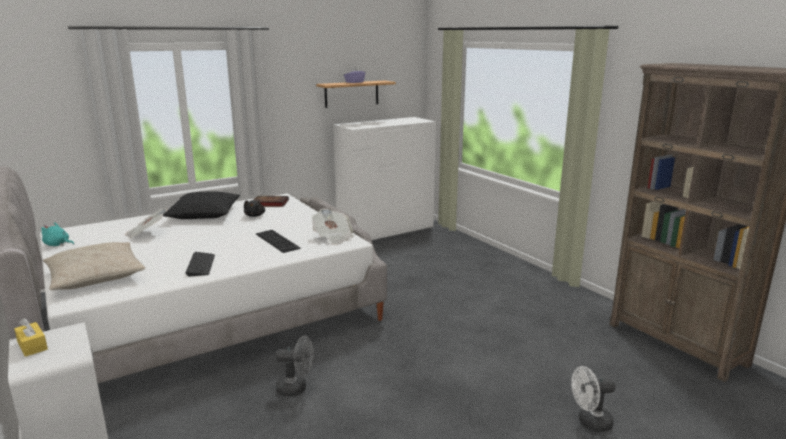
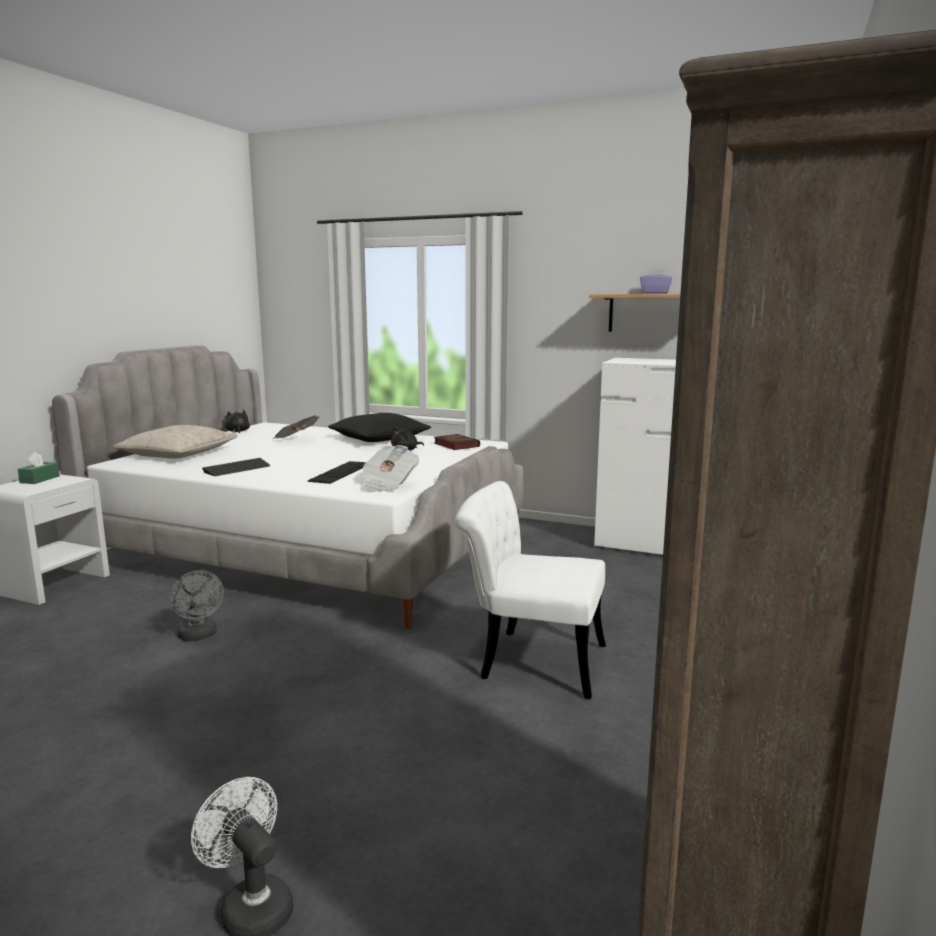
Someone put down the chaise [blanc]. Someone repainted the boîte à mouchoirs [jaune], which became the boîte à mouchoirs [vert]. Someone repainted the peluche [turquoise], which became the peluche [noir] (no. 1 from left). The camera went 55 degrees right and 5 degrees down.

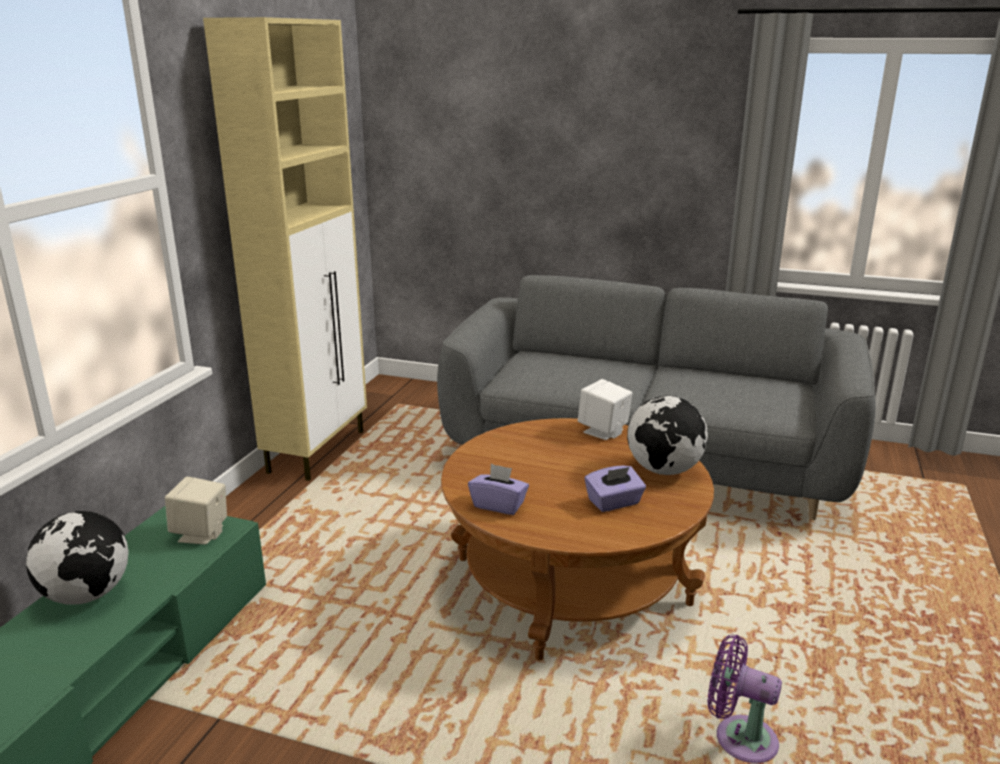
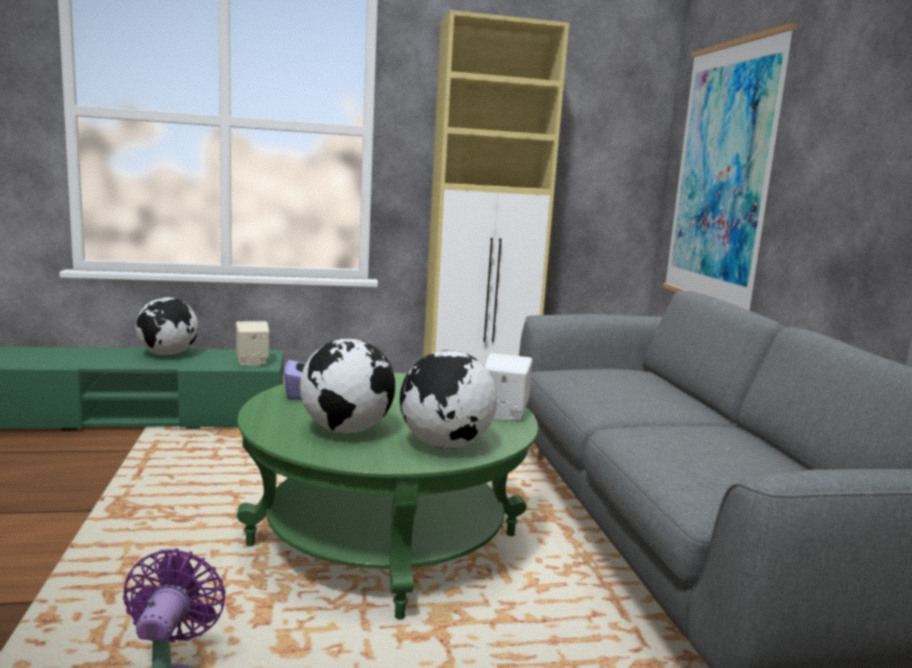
Someone put up the tableau. Someone swapped the boîte à mouchoirs [violet] (no. 2 from left) for the globe (no. 2 from left). Someone repainted the table basse [marron], which became the table basse [vert]. The camera went 60 degrees right and 10 degrees down.

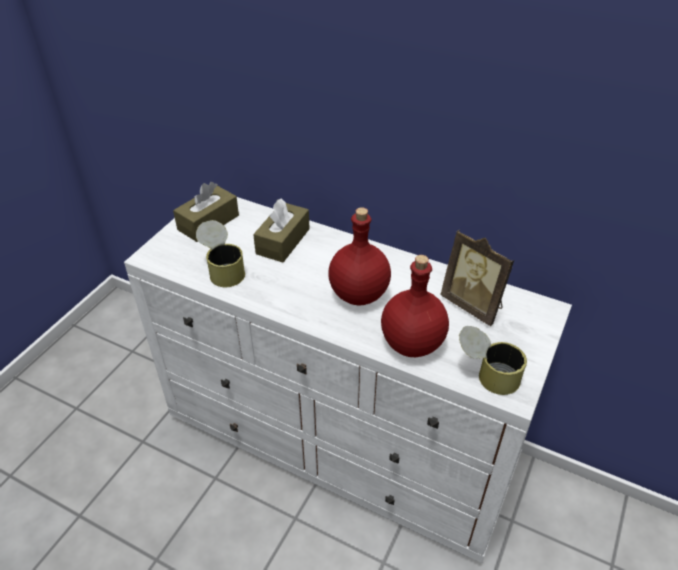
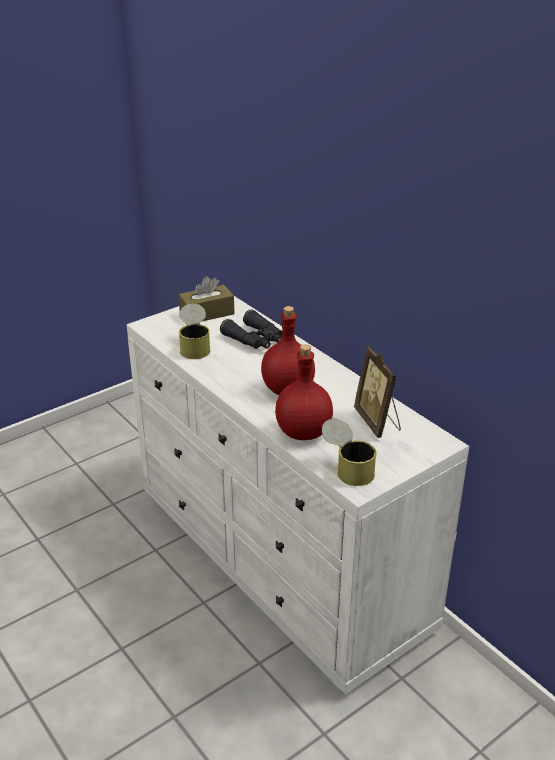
Someone swapped the boîte à mouchoirs [marron] (no. 2 from left) for the jumelles [noir]. The camera went 25 degrees right and 10 degrees down.

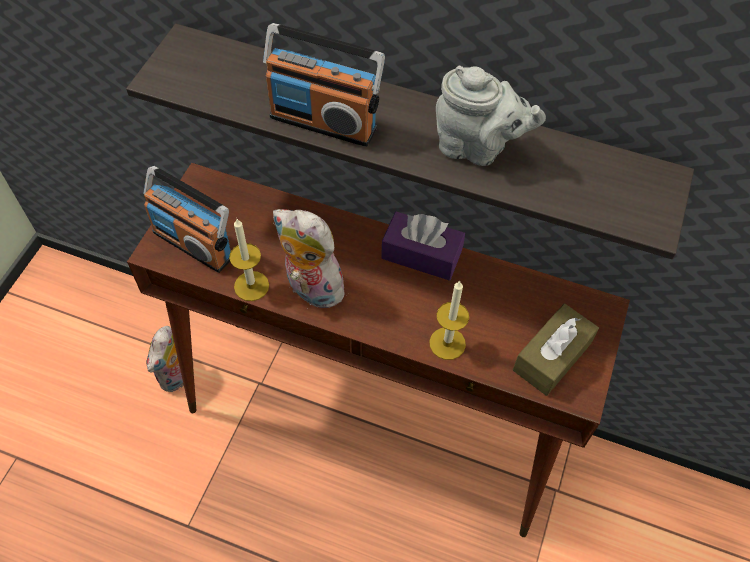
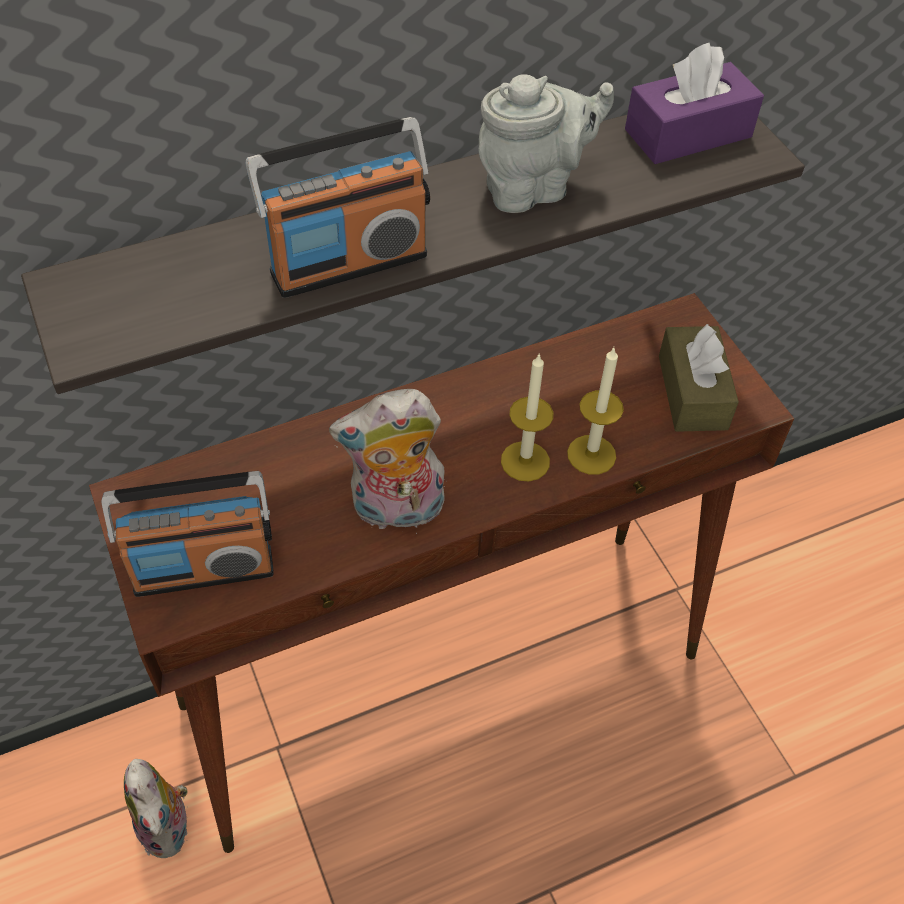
Someone carried the bougie (no. 1 from left). Someone carried the boîte à mouchoirs [violet]. The camera went 45 degrees left and 5 degrees down.

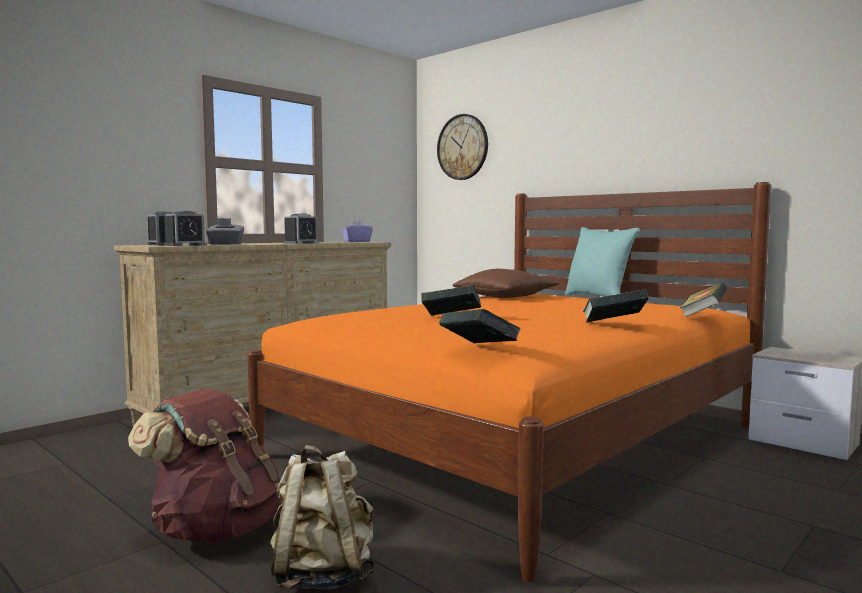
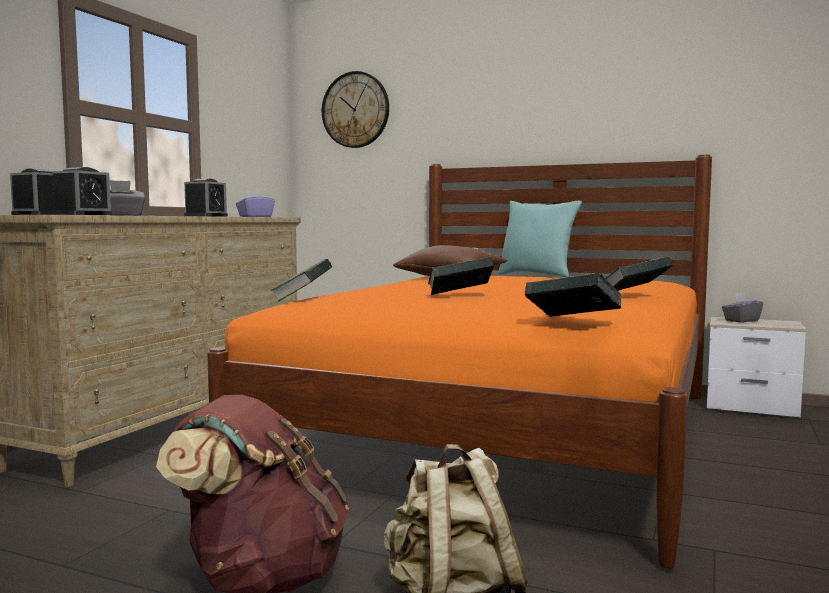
Someone put down the boîte à mouchoirs [gris] (no. 2 from left). Someone carried the livre (no. 4 from left in the first image). The camera went 20 degrees left and 0 degrees up.

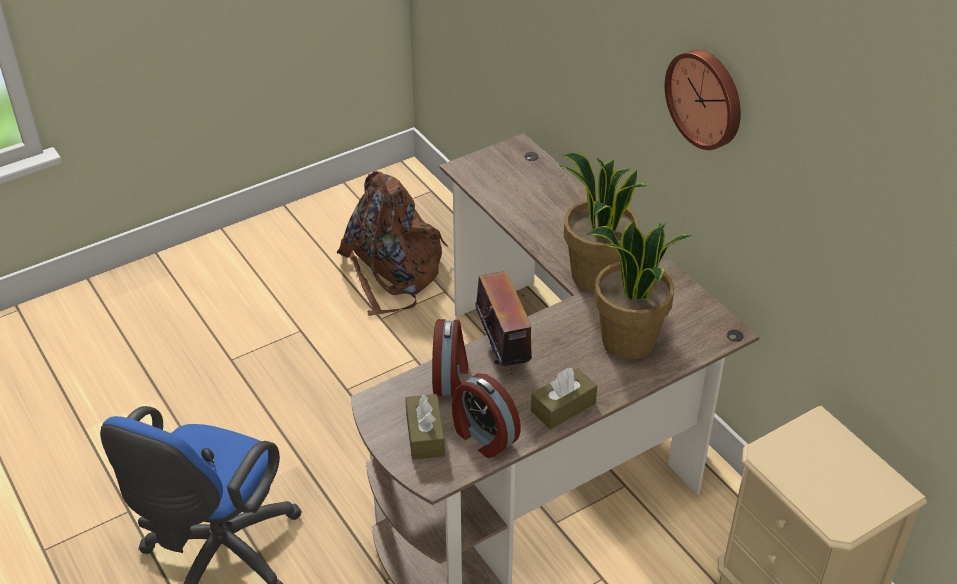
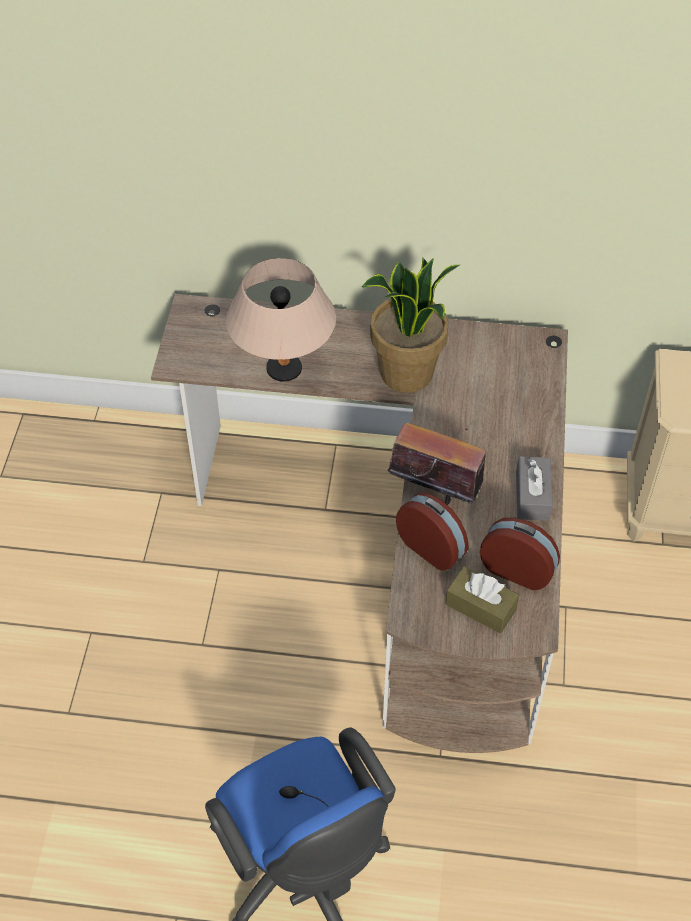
Someone took away the sac à dos [marron]. Someone took away the plante en pot (no. 2 from left). Someone took away the horloge murale. Someone put down the lampe de table [beige]. Someone repainted the boîte à mouchoirs [marron] (no. 2 from left), which became the boîte à mouchoirs [gris]. Someone rotated the réveil (no. 2 from left) by 150 degrees counterclockwise. The camera went 50 degrees left and 10 degrees up.

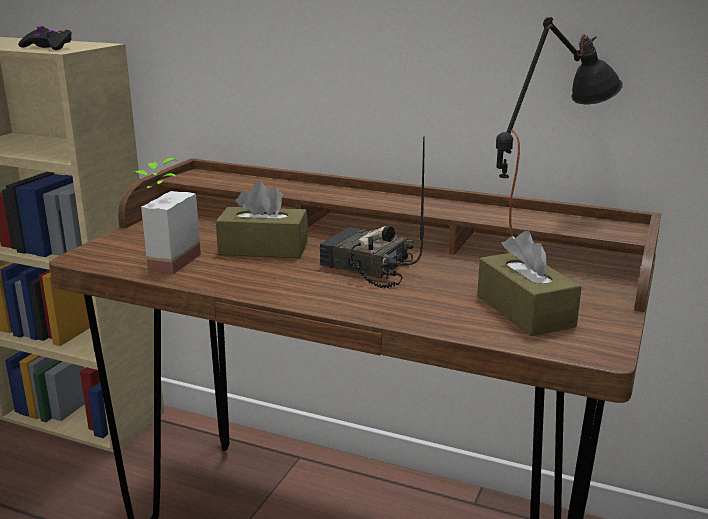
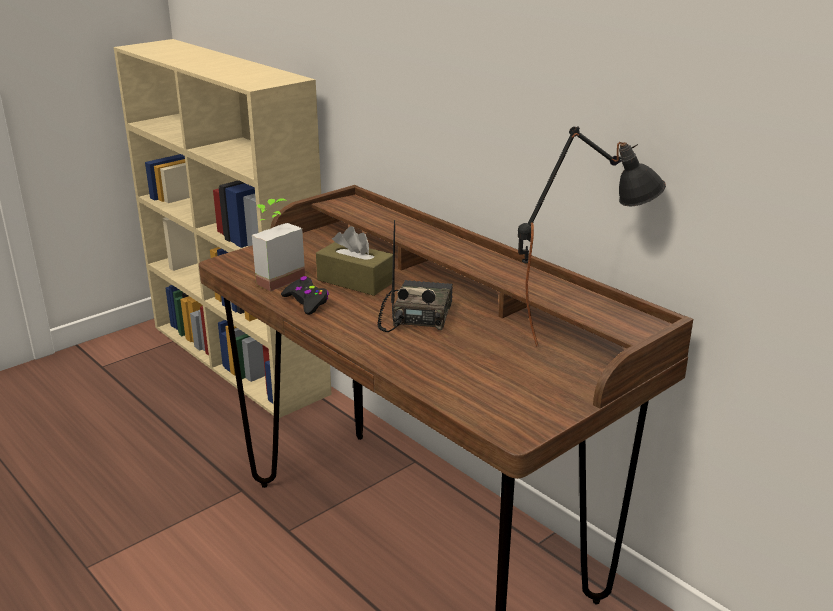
Someone took away the boîte à mouchoirs [marron] (no. 2 from left). Someone carried the manette [noir]. Someone rotated the radio by 45 degrees clockwise. The camera went 25 degrees right and 5 degrees up.

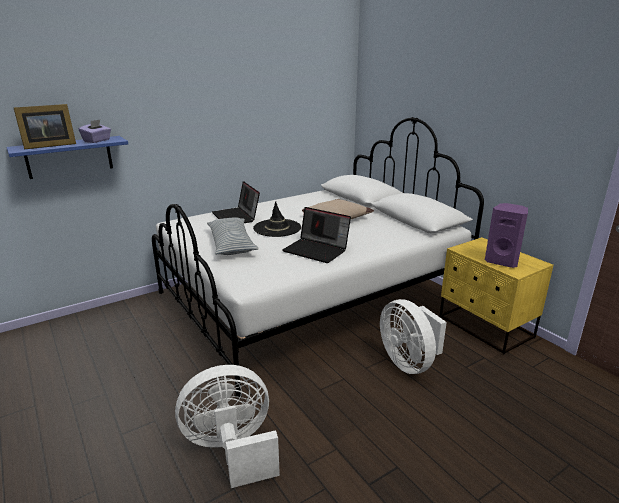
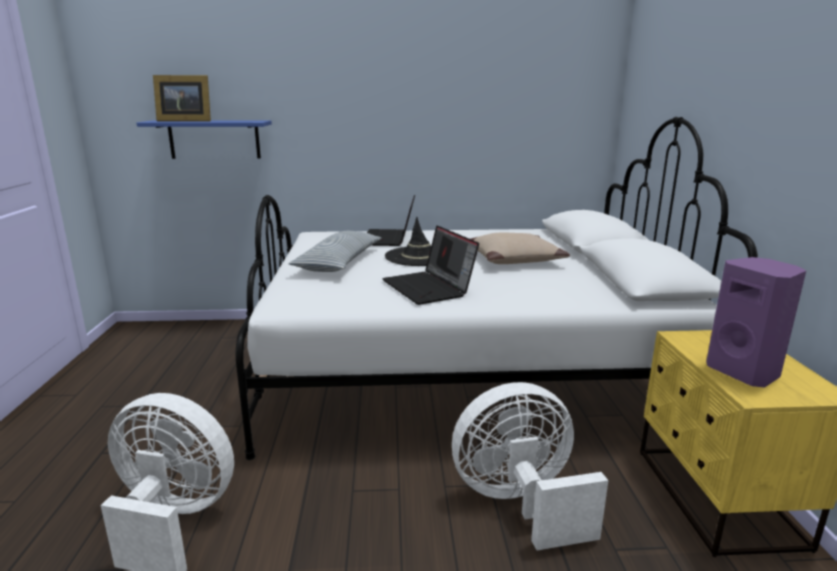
Someone took away the boîte à mouchoirs [violet]. Someone rotated the ventilateur [blanc] (no. 2 from left) by 75 degrees clockwise. The camera went 30 degrees right and 5 degrees down.

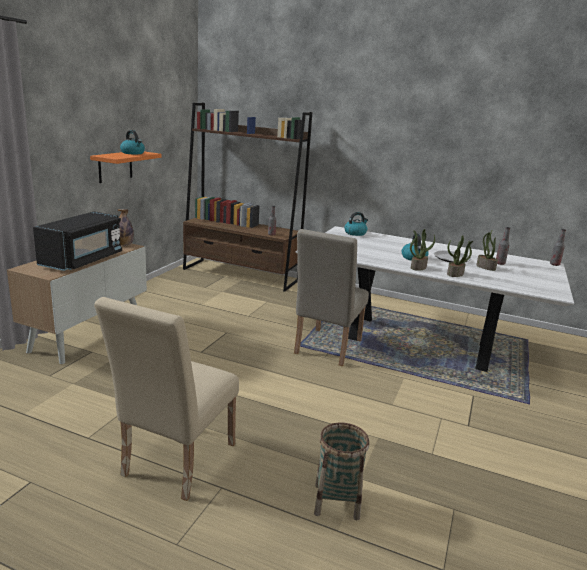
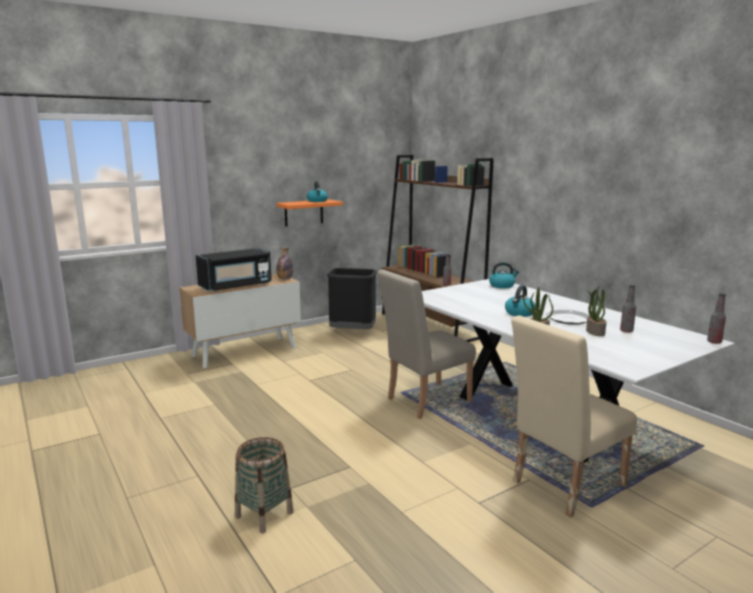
Someone took away the plante en pot (no. 1 from left). Someone put down the poubelle [noir]. Someone carried the chaise [beige] (no. 1 from left in the first image). The camera went 35 degrees right and 5 degrees down.

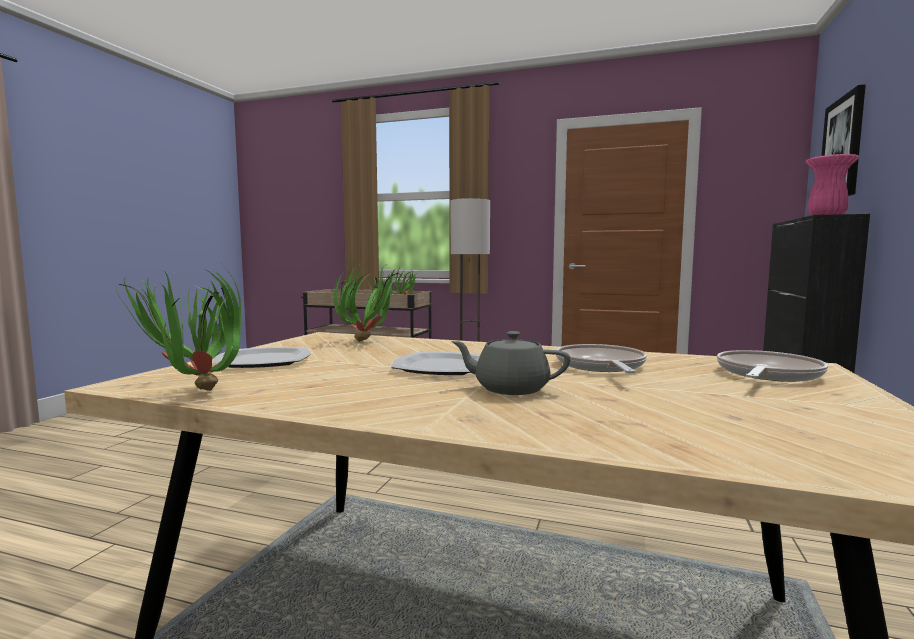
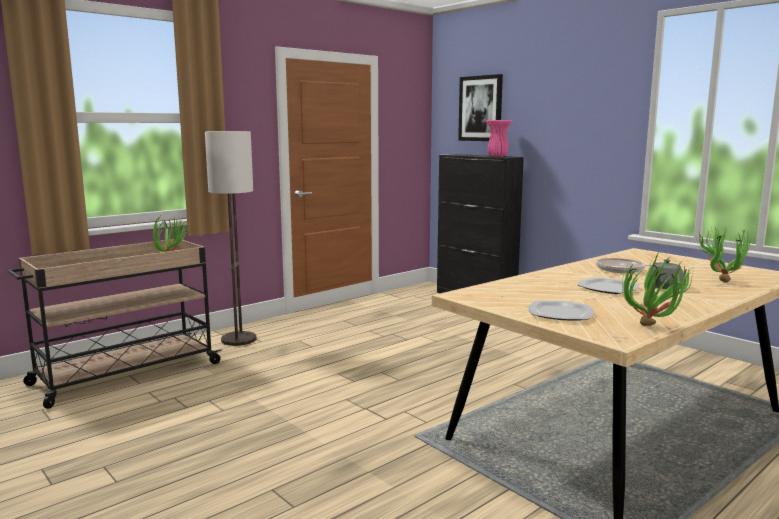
Someone took away the poêle (no. 2 from left). Someone carried the plante en pot (no. 2 from left in the first image). The camera went 60 degrees left and 5 degrees up.

